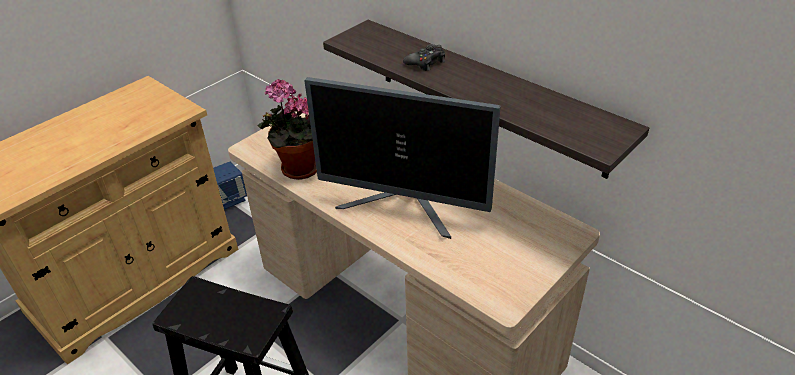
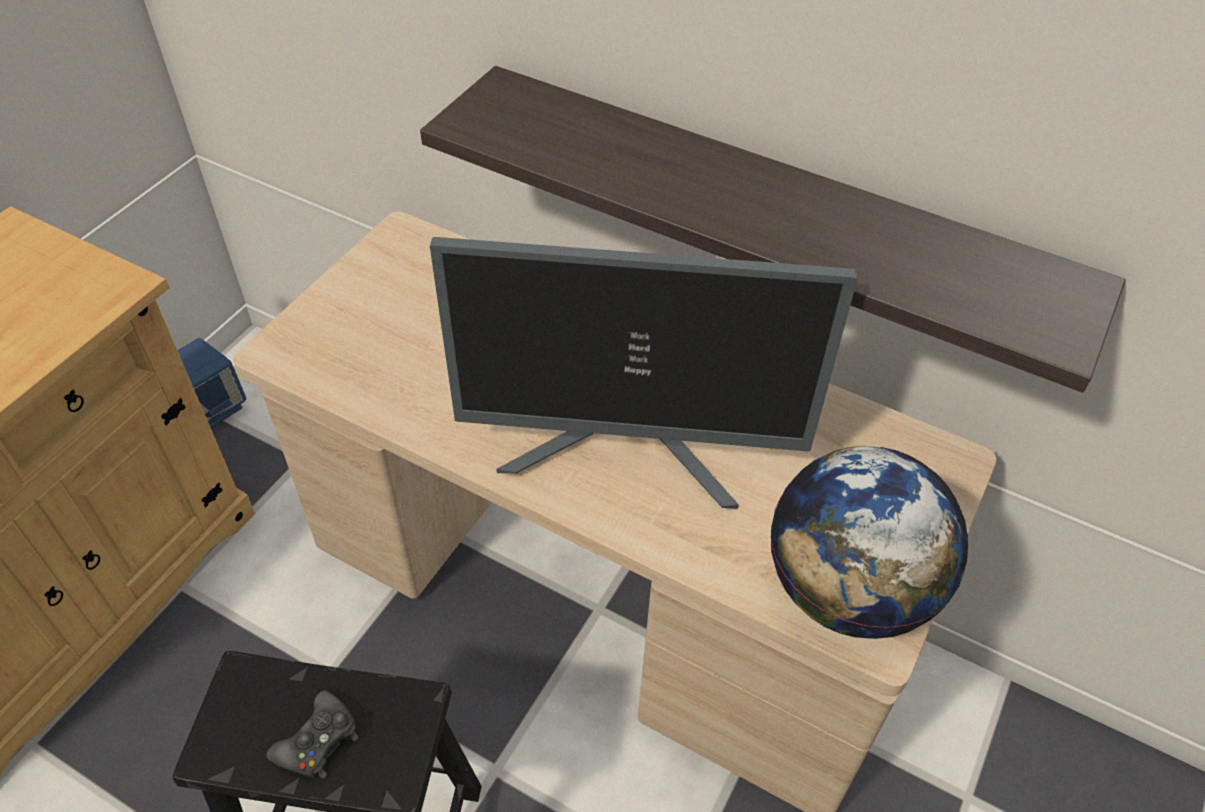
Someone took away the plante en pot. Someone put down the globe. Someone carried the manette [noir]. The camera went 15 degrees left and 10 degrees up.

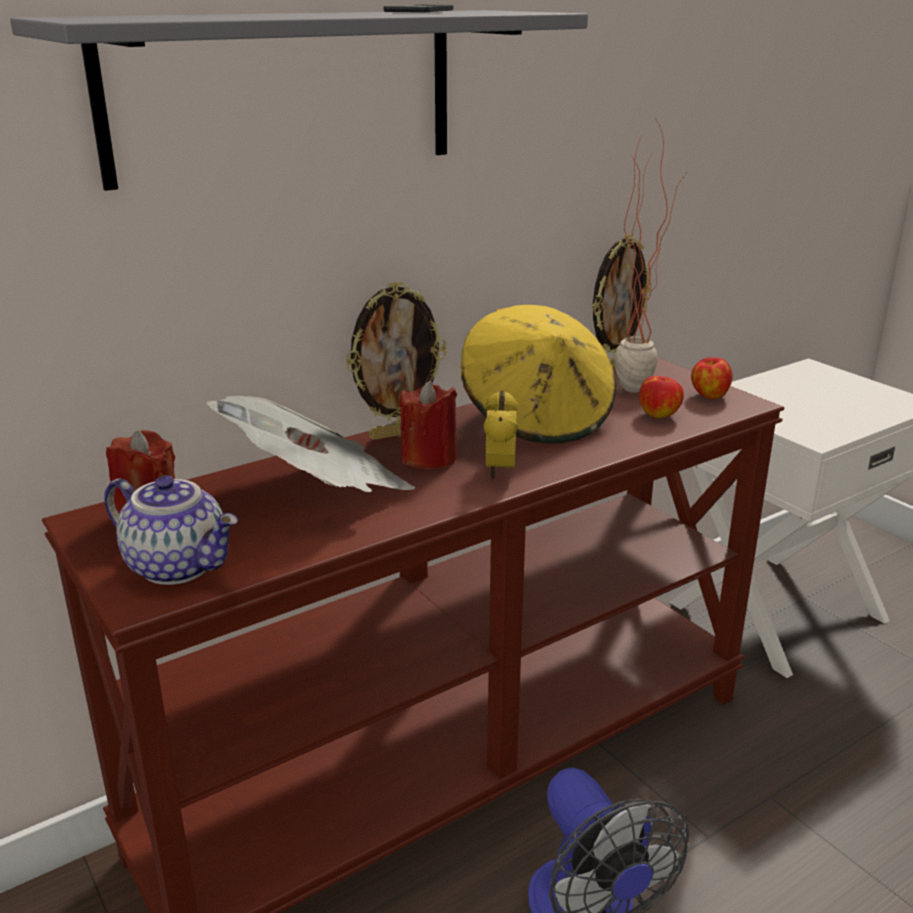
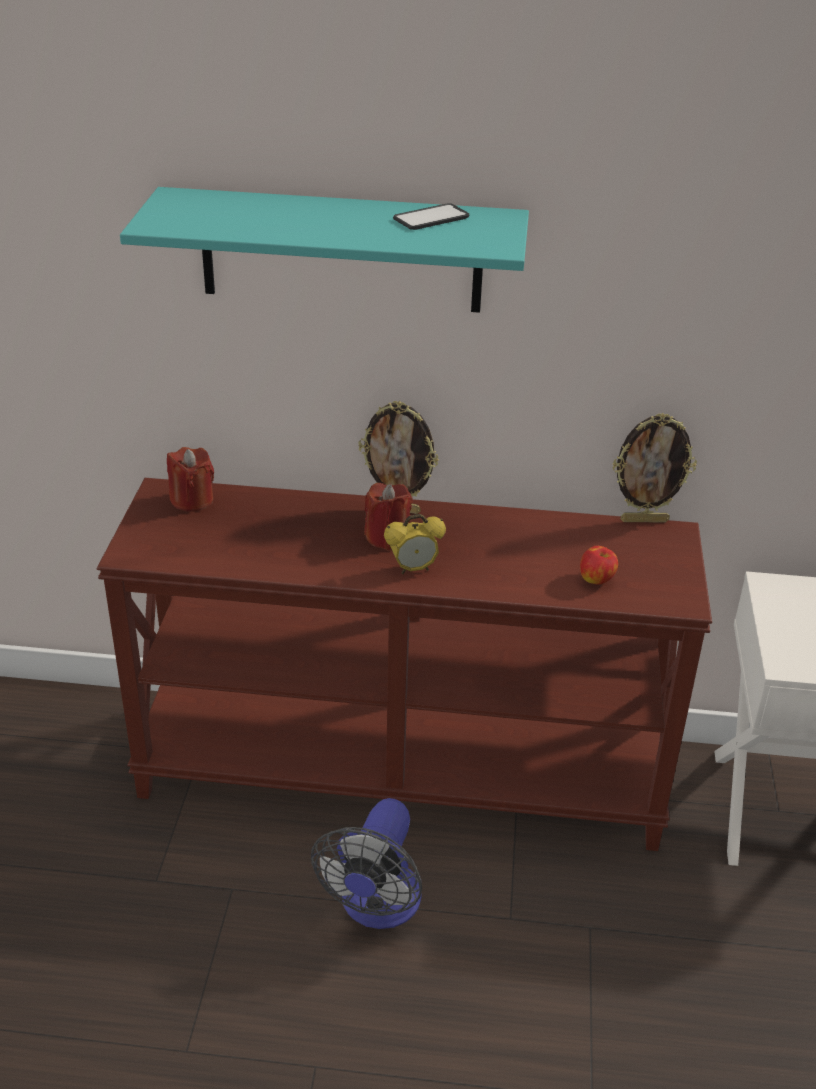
Someone took away the théière. Someone took away the journal. Someone took away the chapeau [jaune]. Someone took away the plante en pot. Someone took away the pomme (no. 2 from left). Someone repainted the étagère [gris], which became the étagère [turquoise]. Someone rotated the réveil by 150 degrees counterclockwise. The camera went 40 degrees right and 10 degrees up.

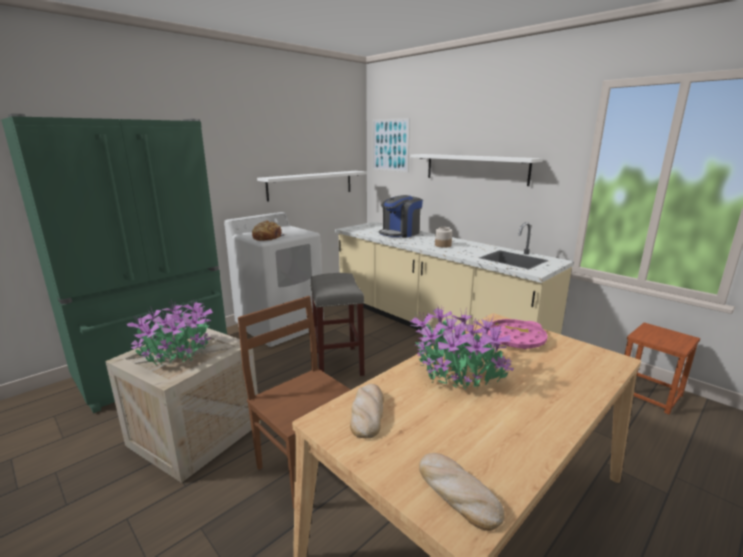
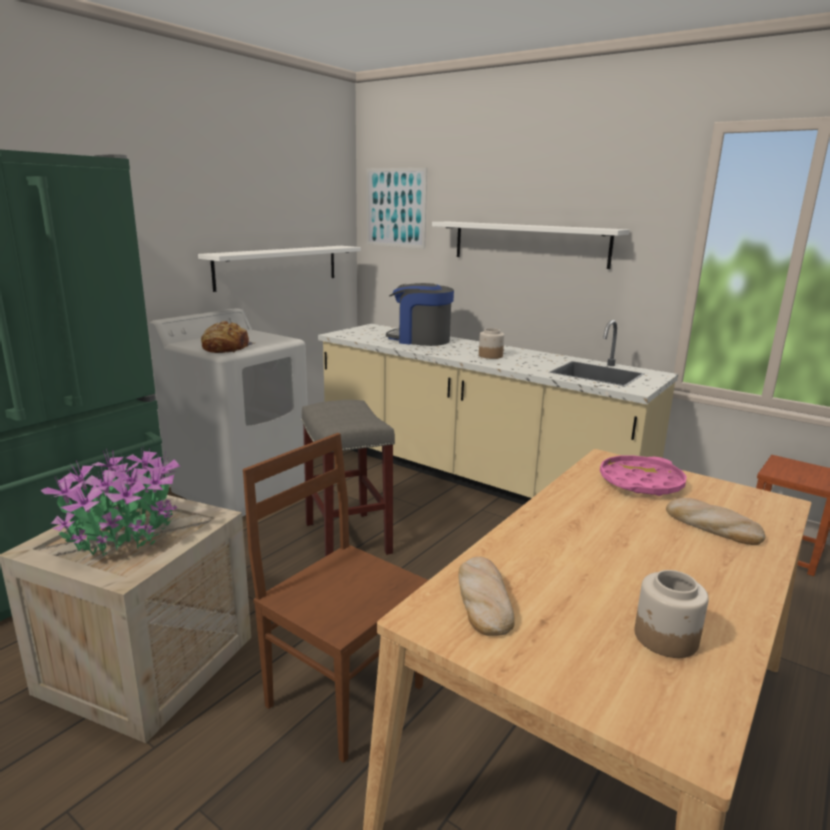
Someone took away the plante en pot (no. 2 from left). Someone put down the bocal (no. 2 from left). Someone carried the pain (no. 3 from left). Someone rotated the machine à café by 75 degrees clockwise. The camera went 10 degrees left and 0 degrees up.

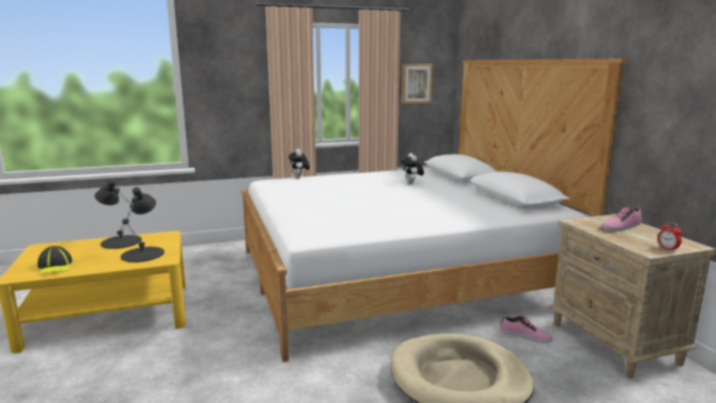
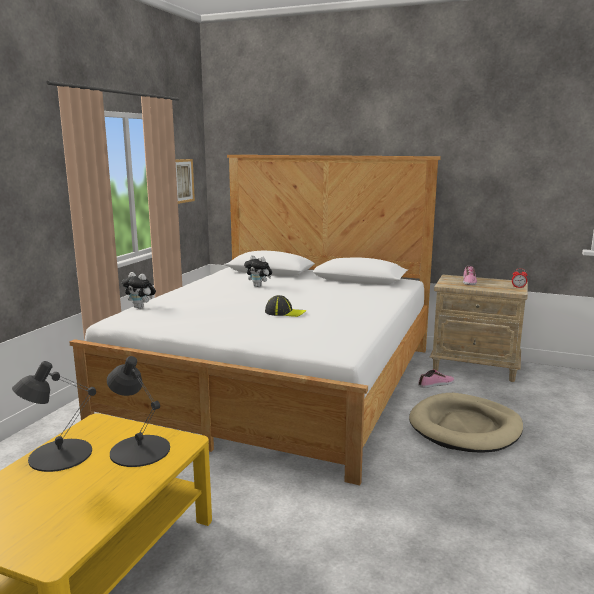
Someone carried the casquette. The camera went 50 degrees left and 0 degrees up.

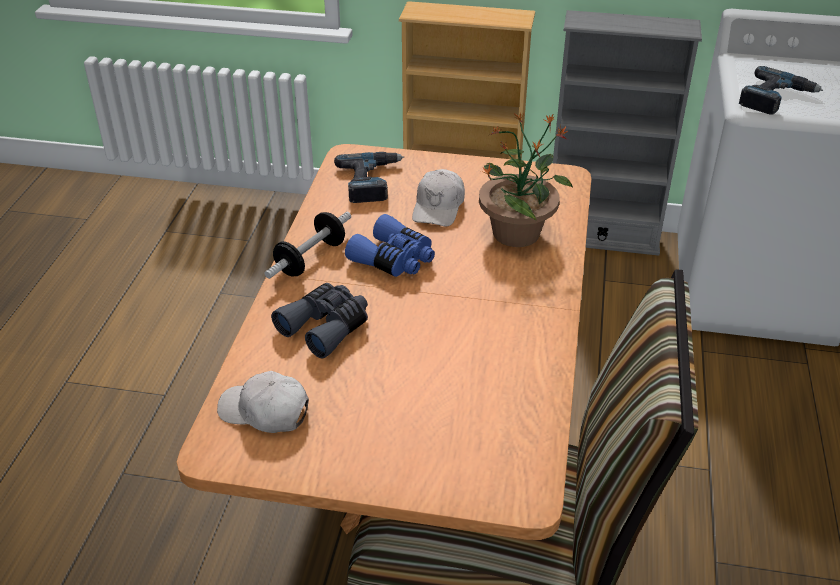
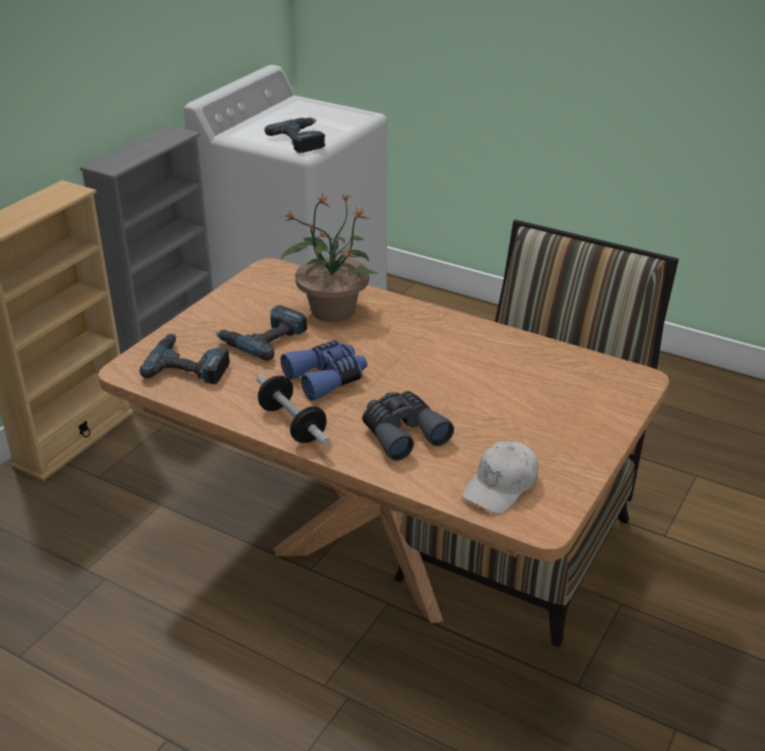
Someone swapped the casquette [blanc] (no. 2 from left) for the perceuse (no. 2 from left). The camera went 70 degrees left and 5 degrees down.

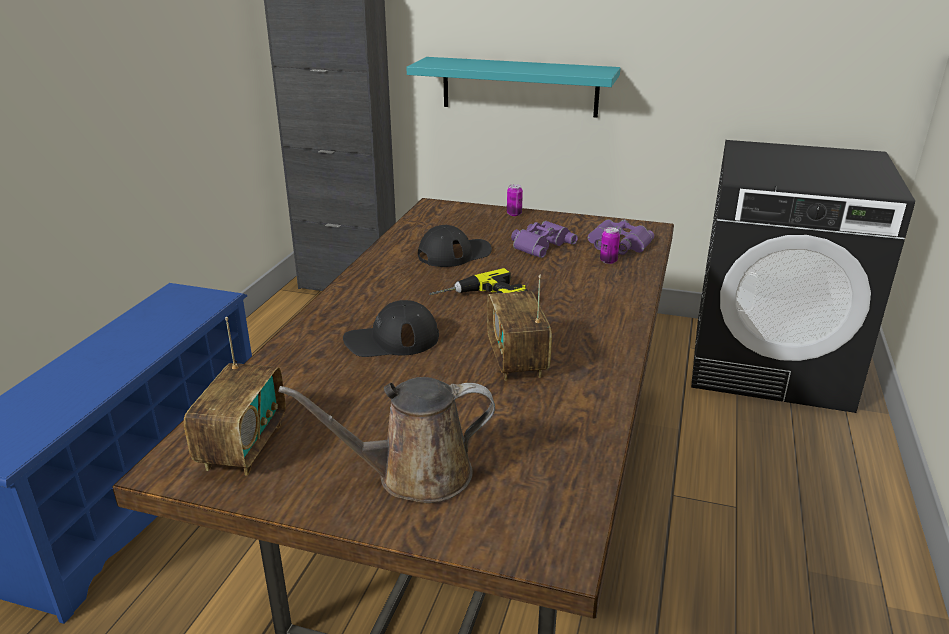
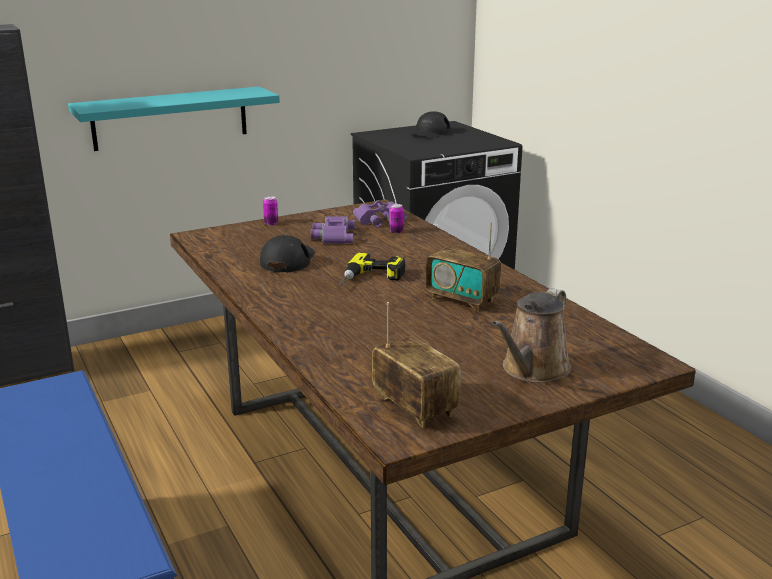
Someone carried the casquette [noir] (no. 1 from left in the first image). The camera went 45 degrees left and 5 degrees down.

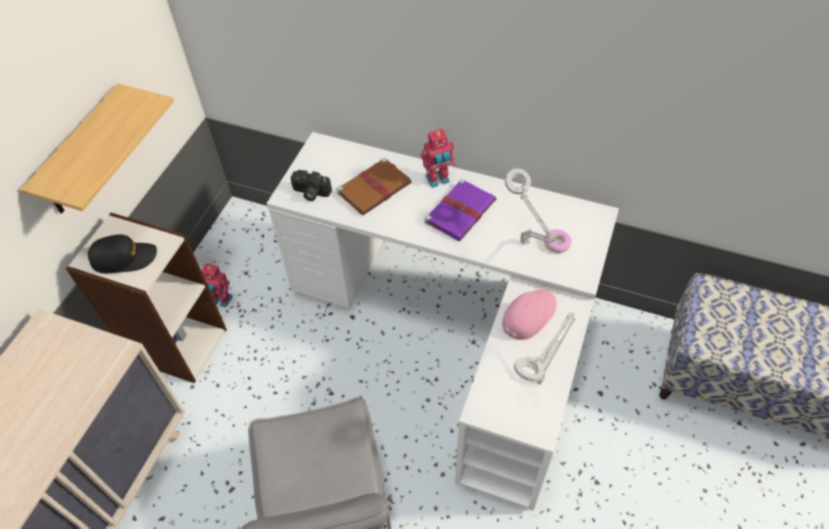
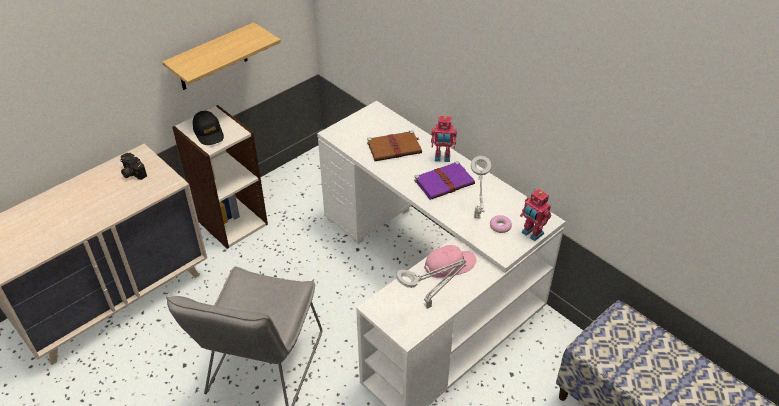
Someone carried the robot jouet (no. 1 from left in the first image). Someone carried the appareil photo. Someone rotated the casquette [noir] by 45 degrees clockwise. The camera went 25 degrees right and 10 degrees down.

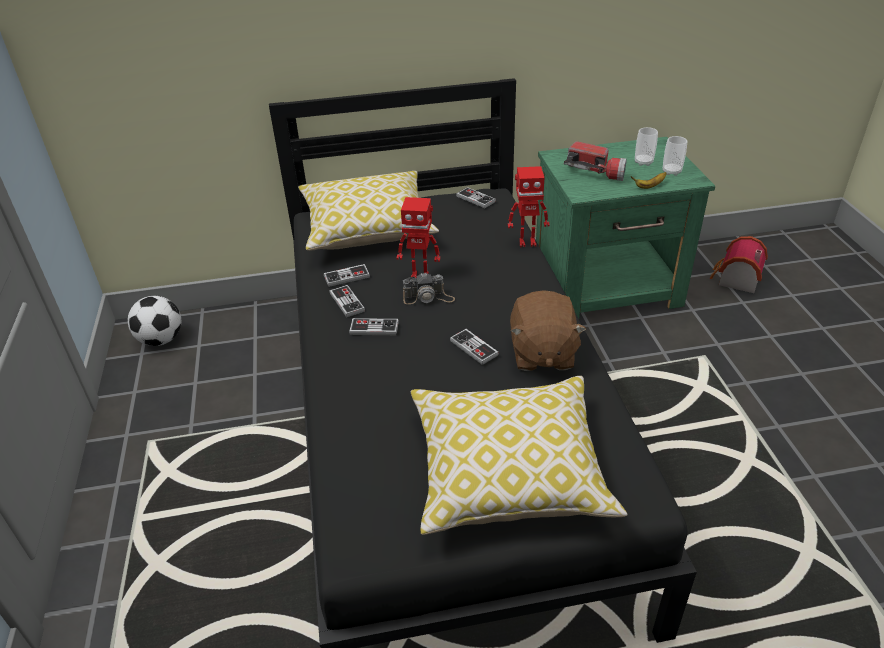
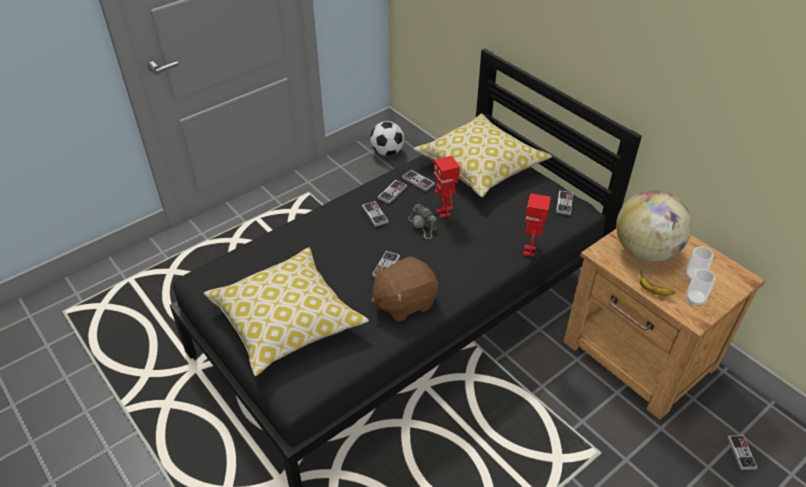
Someone swapped the lampe de poche for the globe. Someone swapped the maison miniature for the manette (no. 6 from left). Someone repainted the table de chevet [vert], which became the table de chevet [marron]. Someone rotated the robot jouet (no. 2 from left) by 45 degrees clockwise. The camera went 60 degrees right and 5 degrees up.

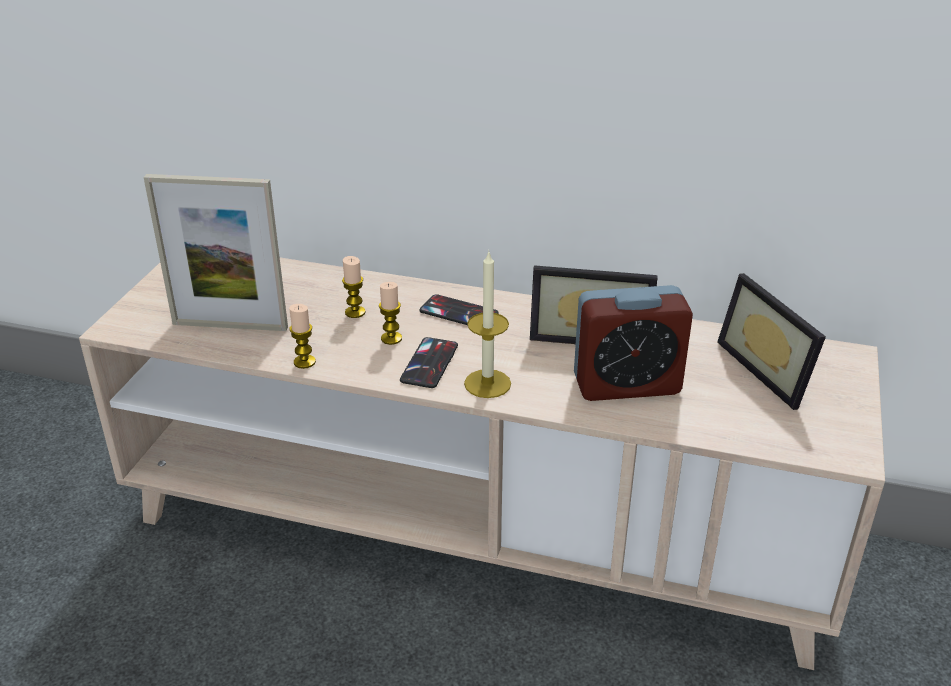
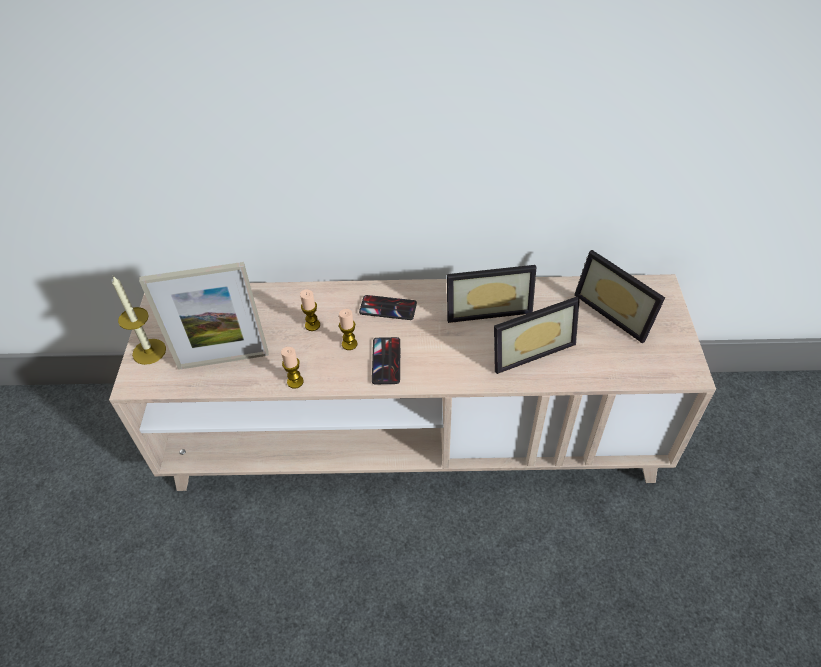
Someone carried the bougie (no. 4 from left in the first image). Someone swapped the réveil for the cadre photo (no. 3 from left). The camera went 15 degrees left and 15 degrees up.

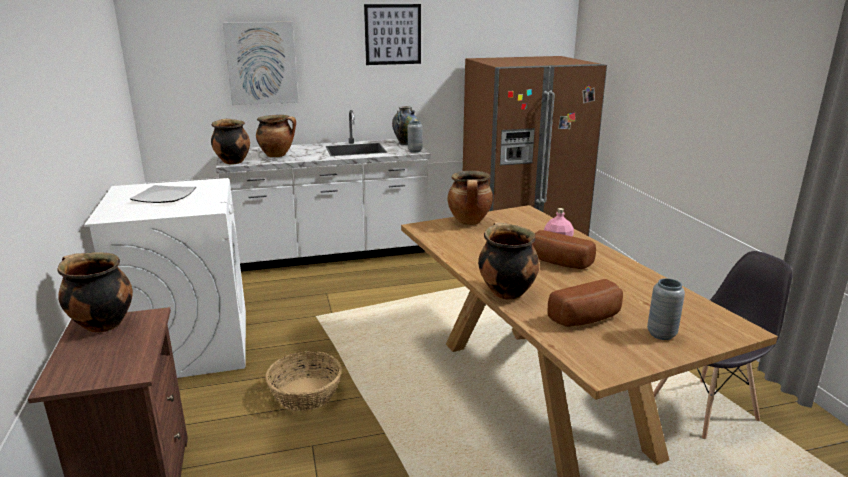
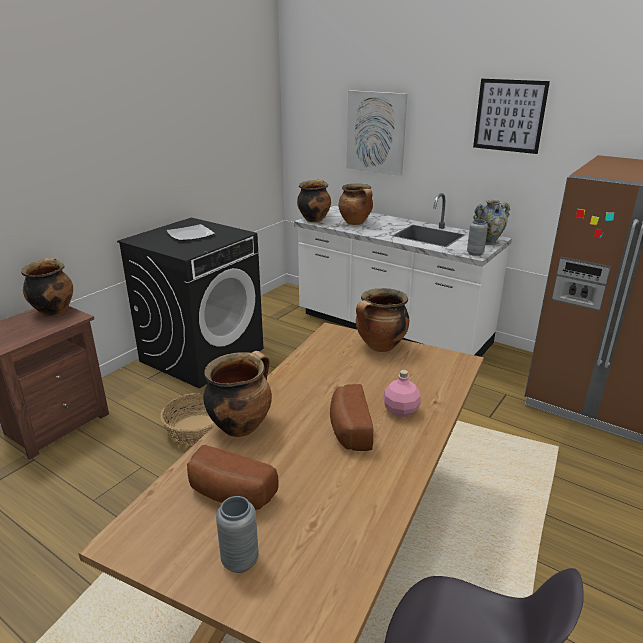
Someone repainted the lave-linge [blanc], which became the lave-linge [noir]. The camera went 50 degrees right and 5 degrees up.

